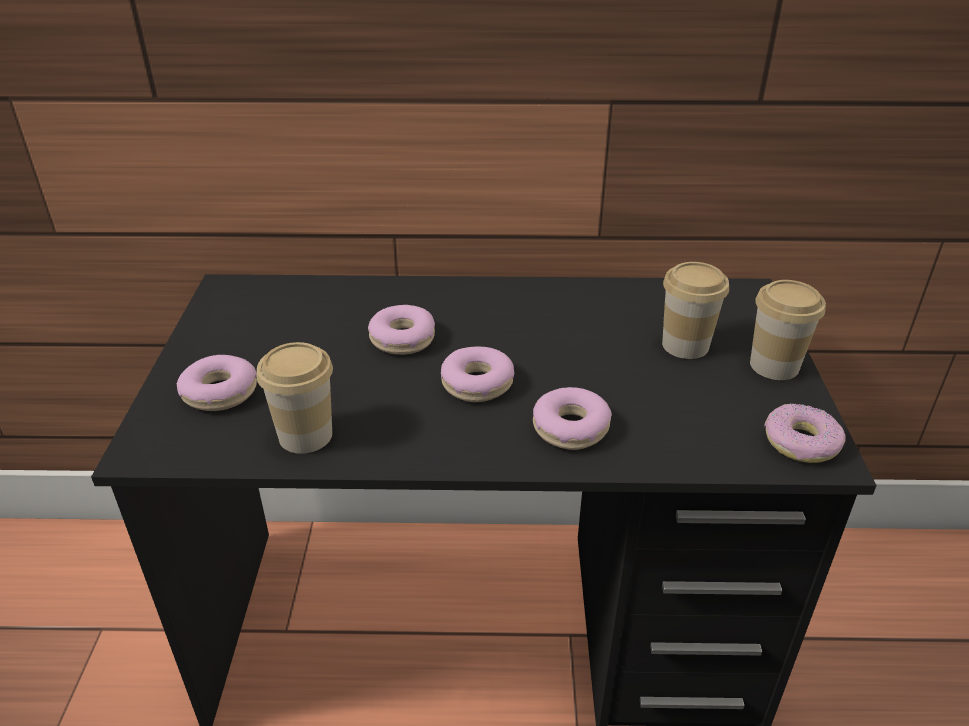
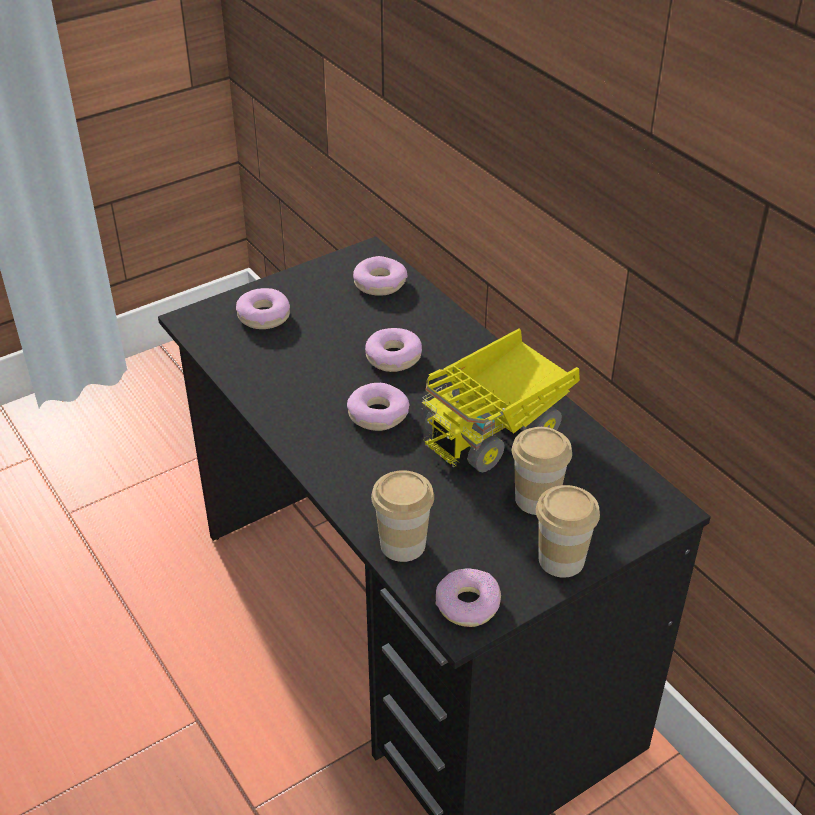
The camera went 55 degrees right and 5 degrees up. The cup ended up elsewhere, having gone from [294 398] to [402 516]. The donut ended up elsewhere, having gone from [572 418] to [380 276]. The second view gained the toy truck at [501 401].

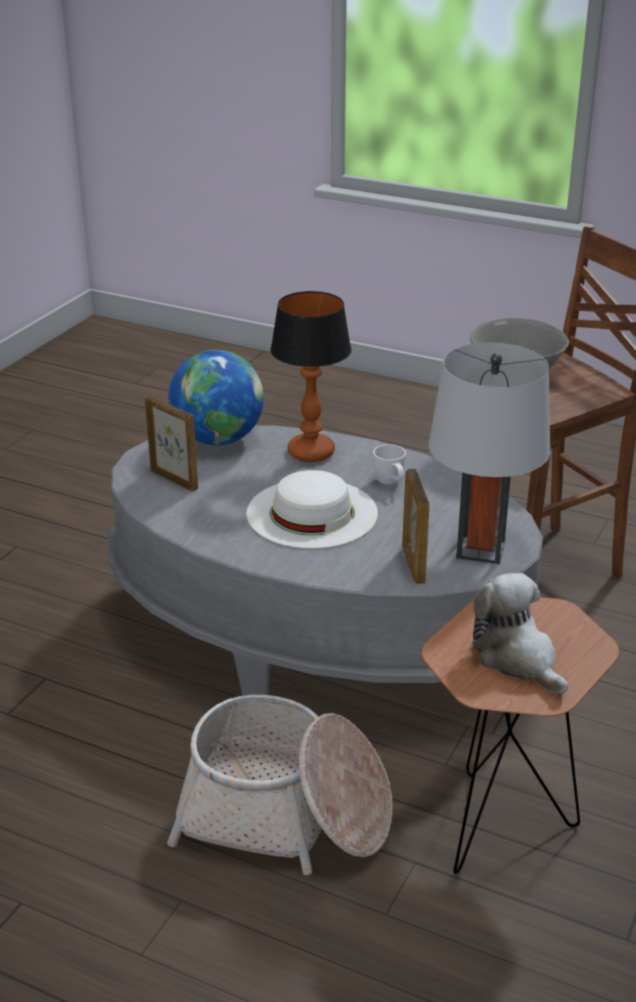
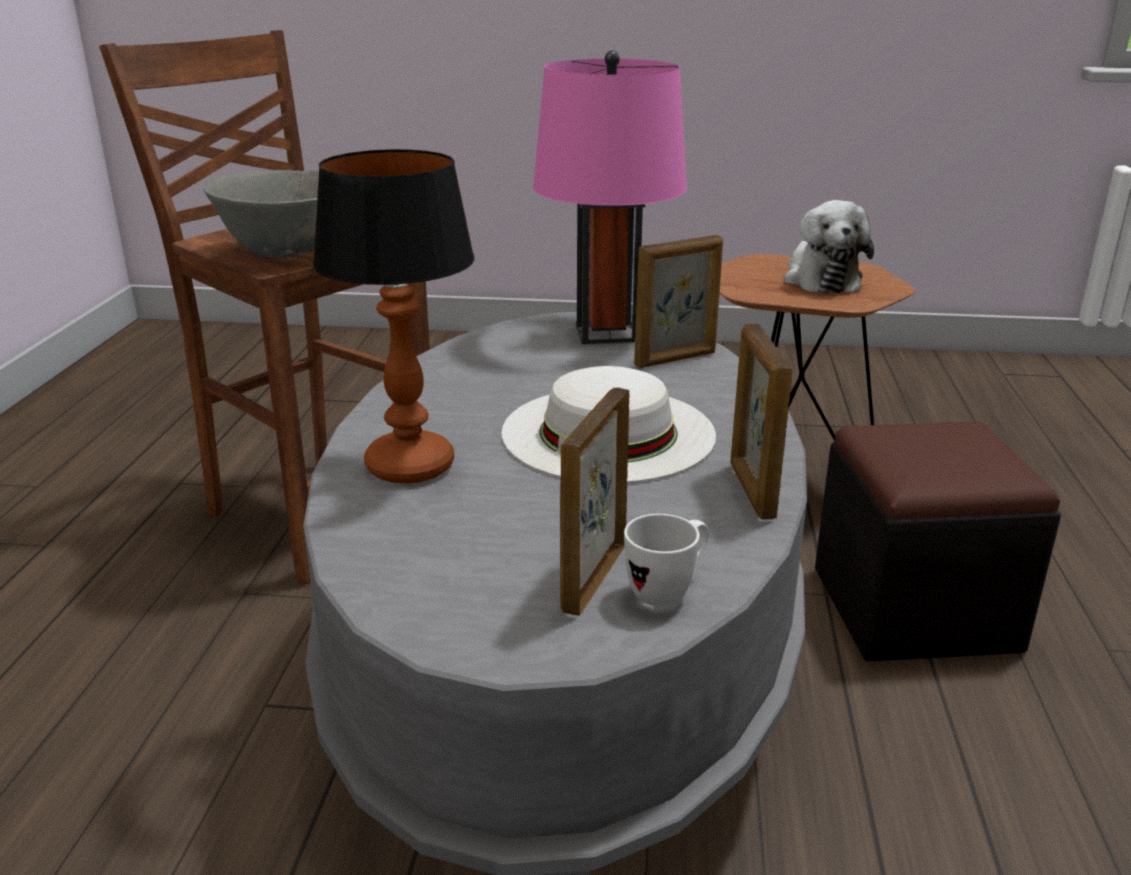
The camera went 110 degrees left and 5 degrees down. What was the grey table lamp at [489 453] turned into the pink table lamp at [610 197]. The second view lost the globe at [216 397]. The white mug ended up elsewhere, having gone from [389 464] to [666 560]. The plush toy at [520 633] ended up facing another way, 45 degrees counterclockwise from before. Where the basket stood at [280 785], the black ottoman came to stand at [938 541]. The second view gained the picture frame at [761 421].

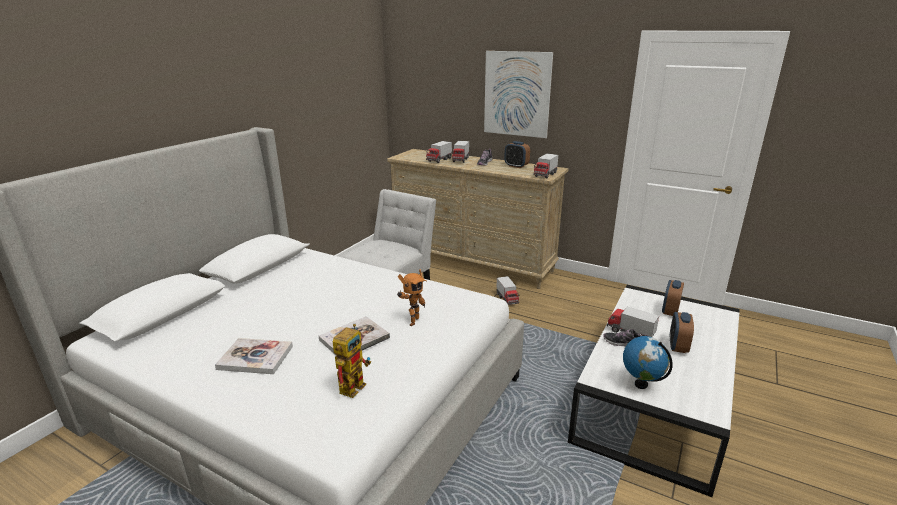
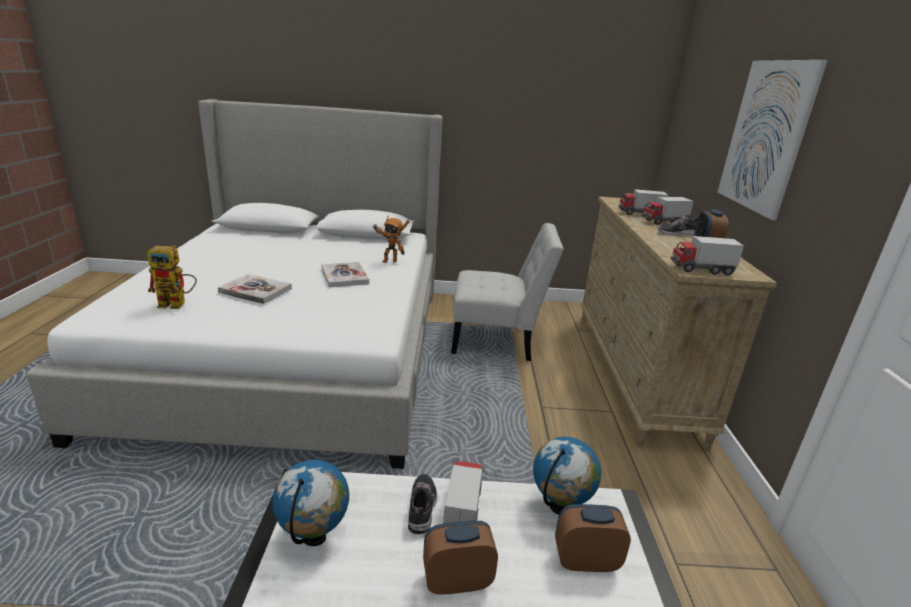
The camera went 60 degrees right and 0 degrees up. The toy robot ended up elsewhere, having gone from [412 297] to [390 239]. The second view lost the toy truck at [508 290]. The book ended up elsewhere, having gone from [254 356] to [345 275]. The second view gained the globe at [567 476].

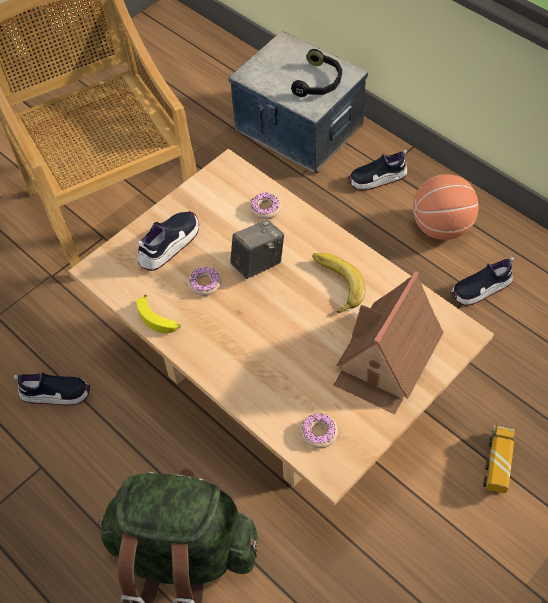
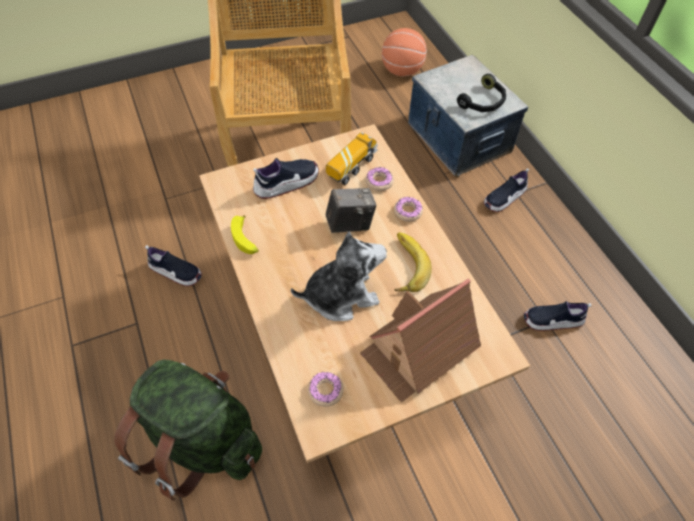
The camera went 20 degrees right and 0 degrees up. The shoe at [378 170] ended up facing another way, 45 degrees counterclockwise from before. The basketball ended up elsewhere, having gone from [446 207] to [404 52]. The donut ended up elsewhere, having gone from [204 281] to [408 209]. The toy truck ended up elsewhere, having gone from [499 458] to [352 158]. The second view gained the plush toy at [339 276].

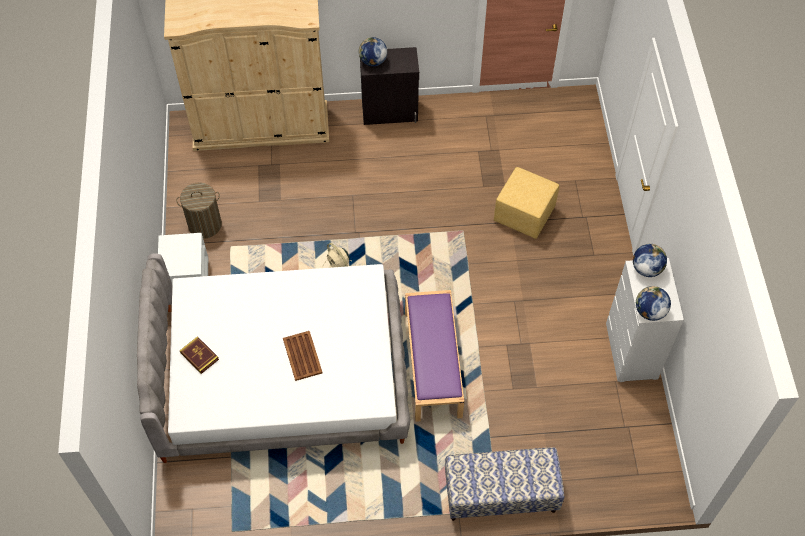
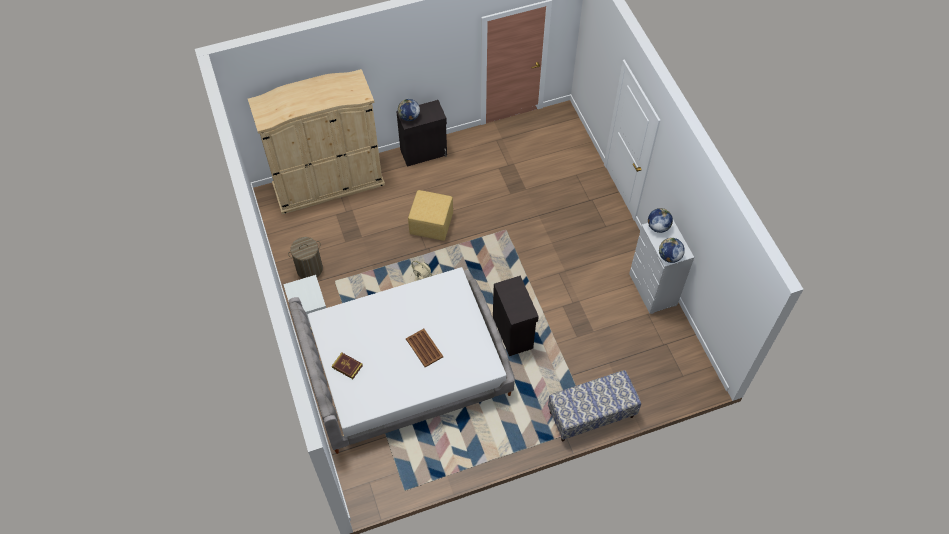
The camera went 15 degrees left and 0 degrees up. The yellow ottoman ended up elsewhere, having gone from [526 203] to [430 215]. Where the purple bench stood at [434 356], the black cabinet came to stand at [516 315].

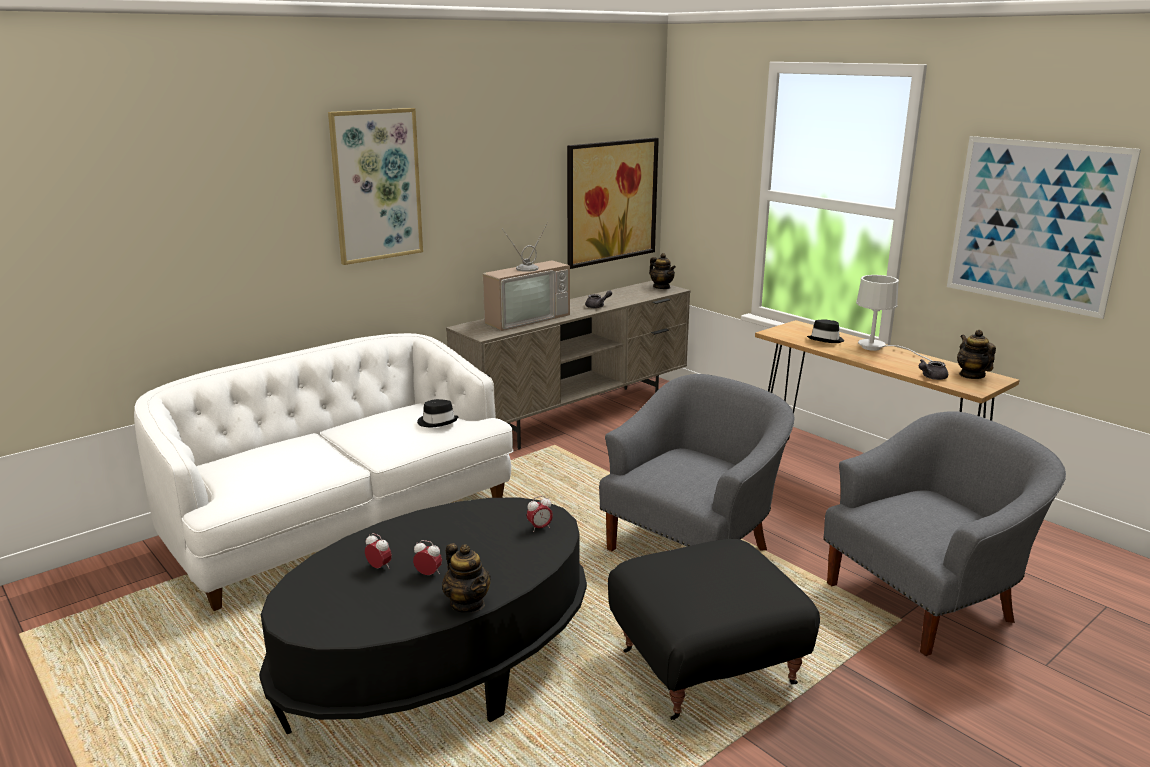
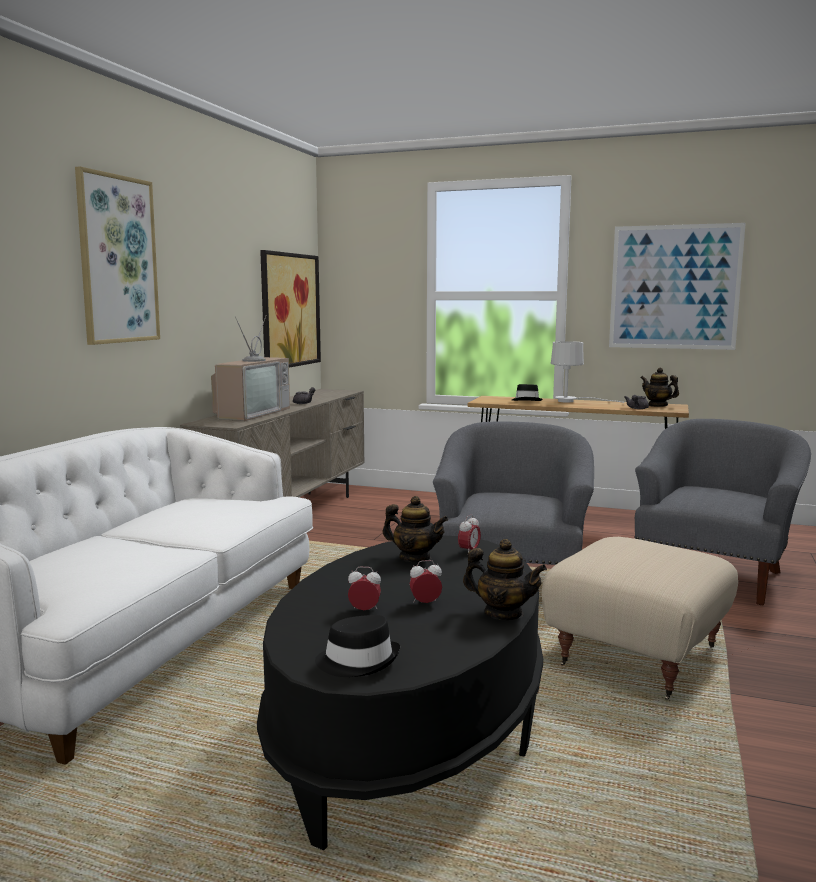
The camera went 30 degrees left and 10 degrees down. The teapot ended up elsewhere, having gone from [662 271] to [415 529]. The black hat ended up elsewhere, having gone from [438 413] to [357 646]. What was the black ottoman at [714 629] turned into the beige ottoman at [640 618].

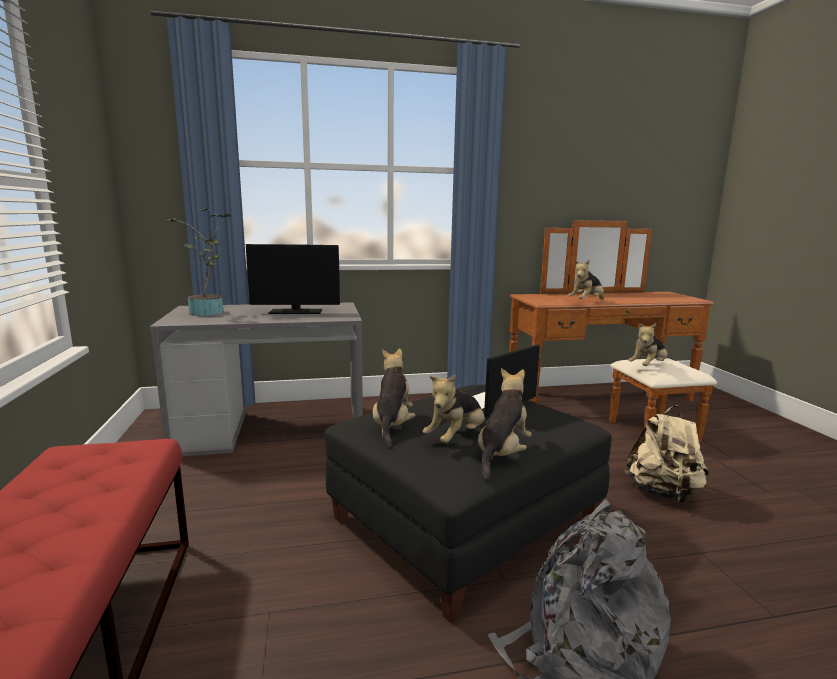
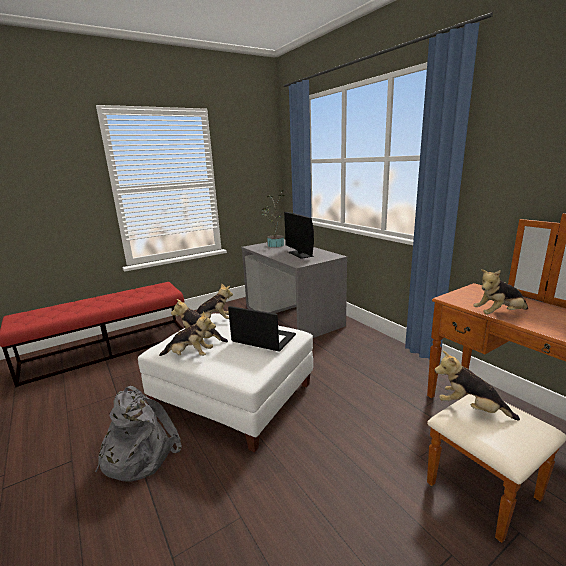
The camera went 70 degrees right and 5 degrees up. The plush toy at [586 279] ended up facing another way, 45 degrees counterclockwise from before. What was the black ottoman at [468 504] turned into the white ottoman at [225 382]. The second view lost the beige backpack at [666 454].

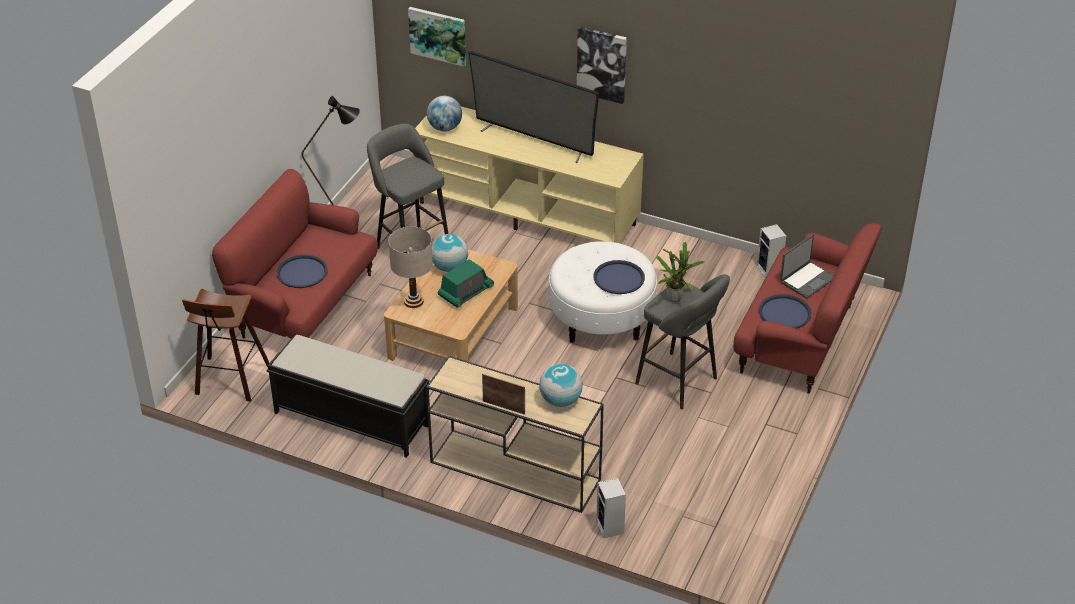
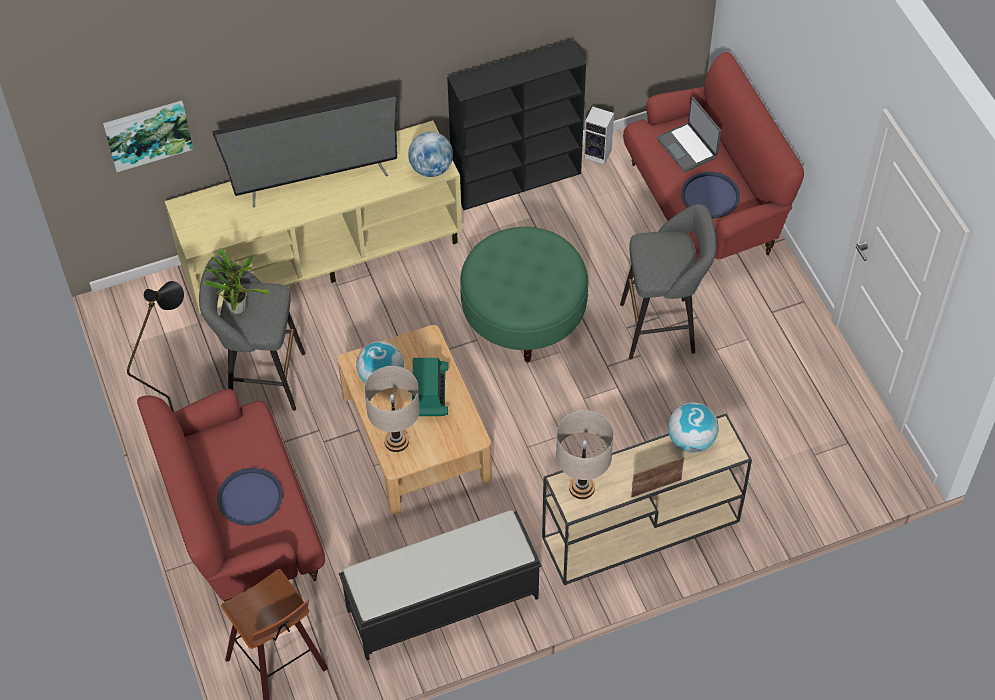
The camera went 45 degrees left and 15 degrees up. The second view lost the picture at [602 65]. The globe ended up elsewhere, having gone from [444 113] to [430 154]. The laptop at [807 267] ended up facing another way, 150 degrees clockwise from before. What was the white ottoman at [603 292] turned into the green ottoman at [524 294]. The potted plant ended up elsewhere, having gone from [680 272] to [236 281]. The second view lost the blue tray at [619 277]. The second view lost the speaker at [611 508]. The second view gained the black bookcase at [516 125]. The second view gained the beige table lamp at [585 454].

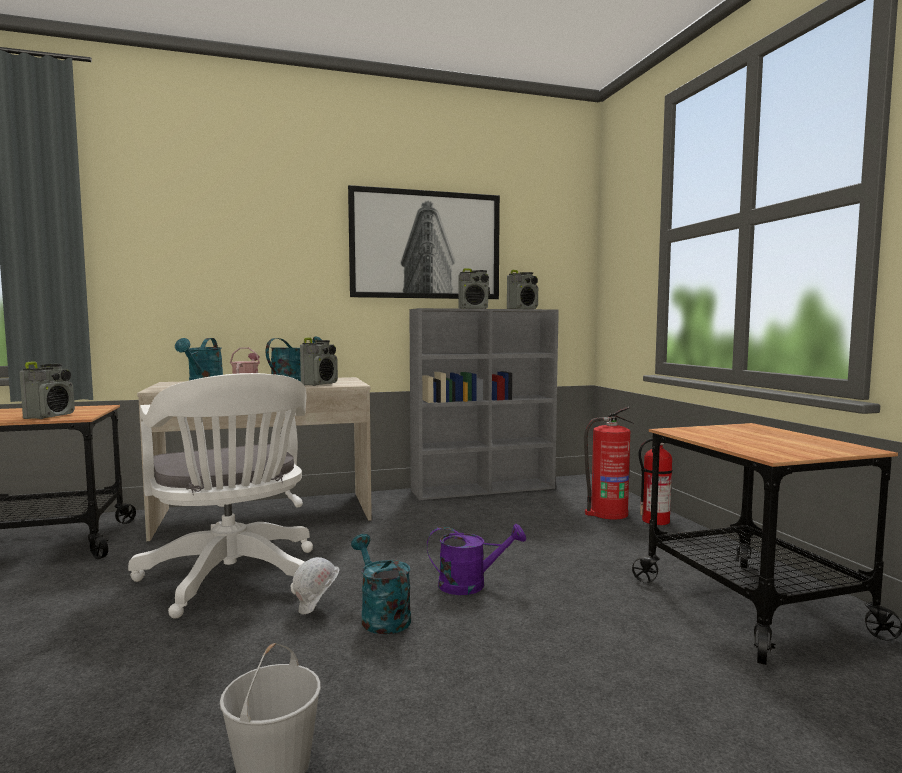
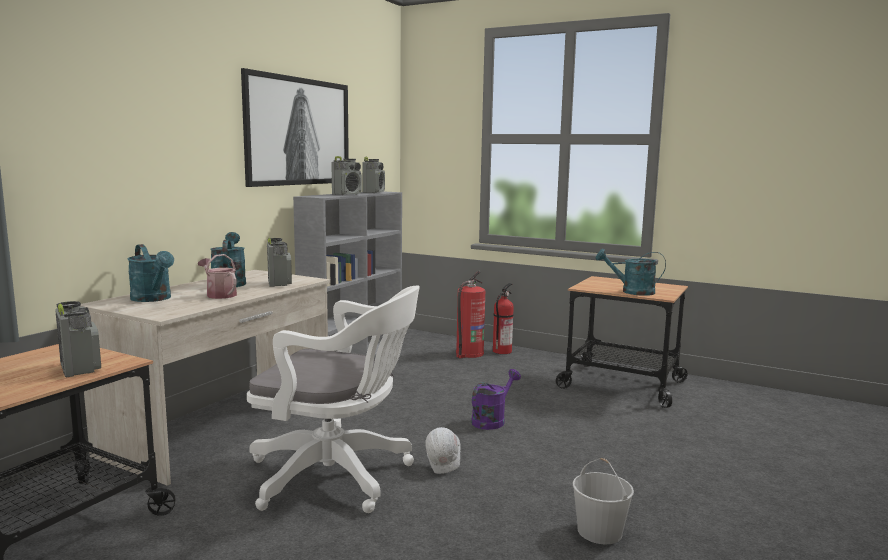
The camera went 45 degrees left and 5 degrees up. The turquoise watering can ended up elsewhere, having gone from [381 584] to [631 272].

